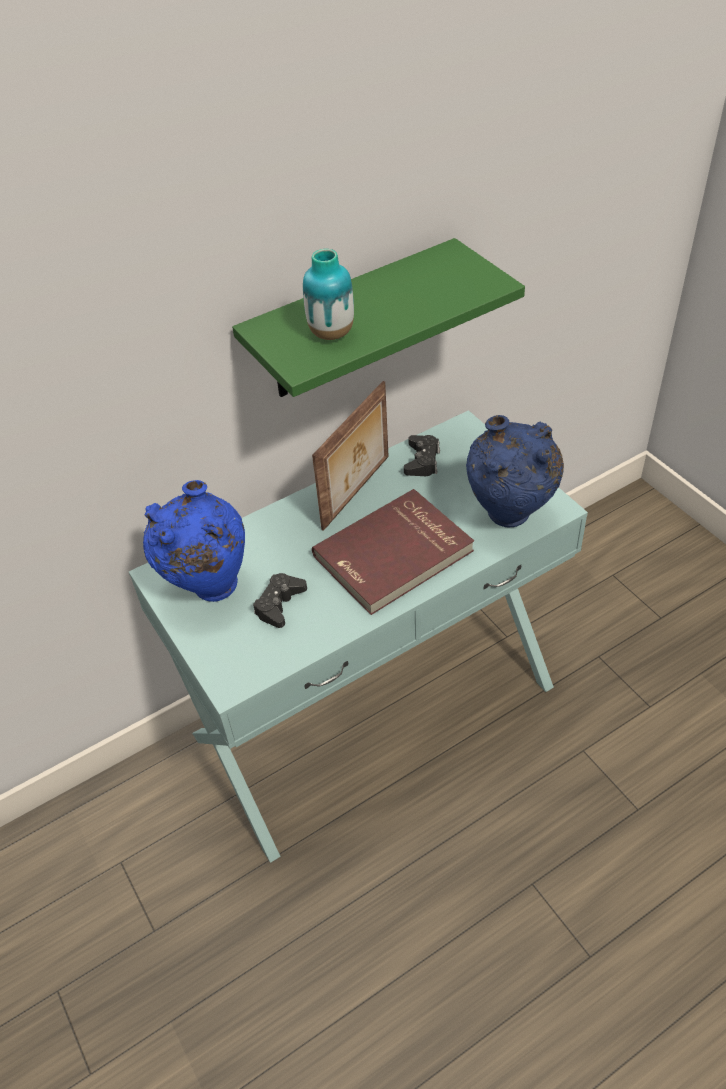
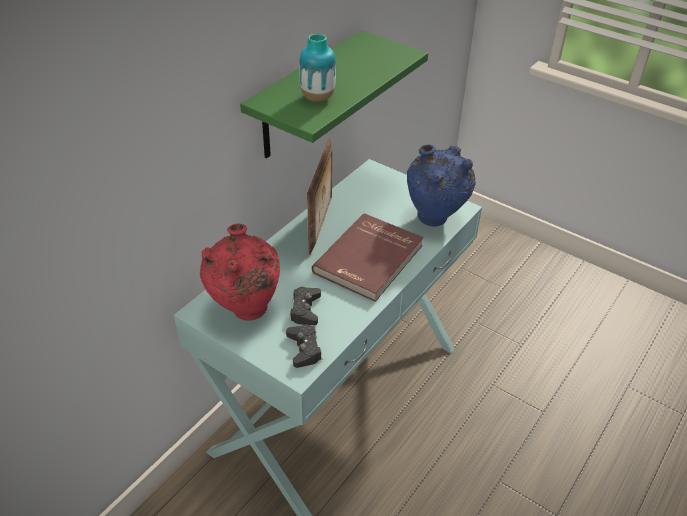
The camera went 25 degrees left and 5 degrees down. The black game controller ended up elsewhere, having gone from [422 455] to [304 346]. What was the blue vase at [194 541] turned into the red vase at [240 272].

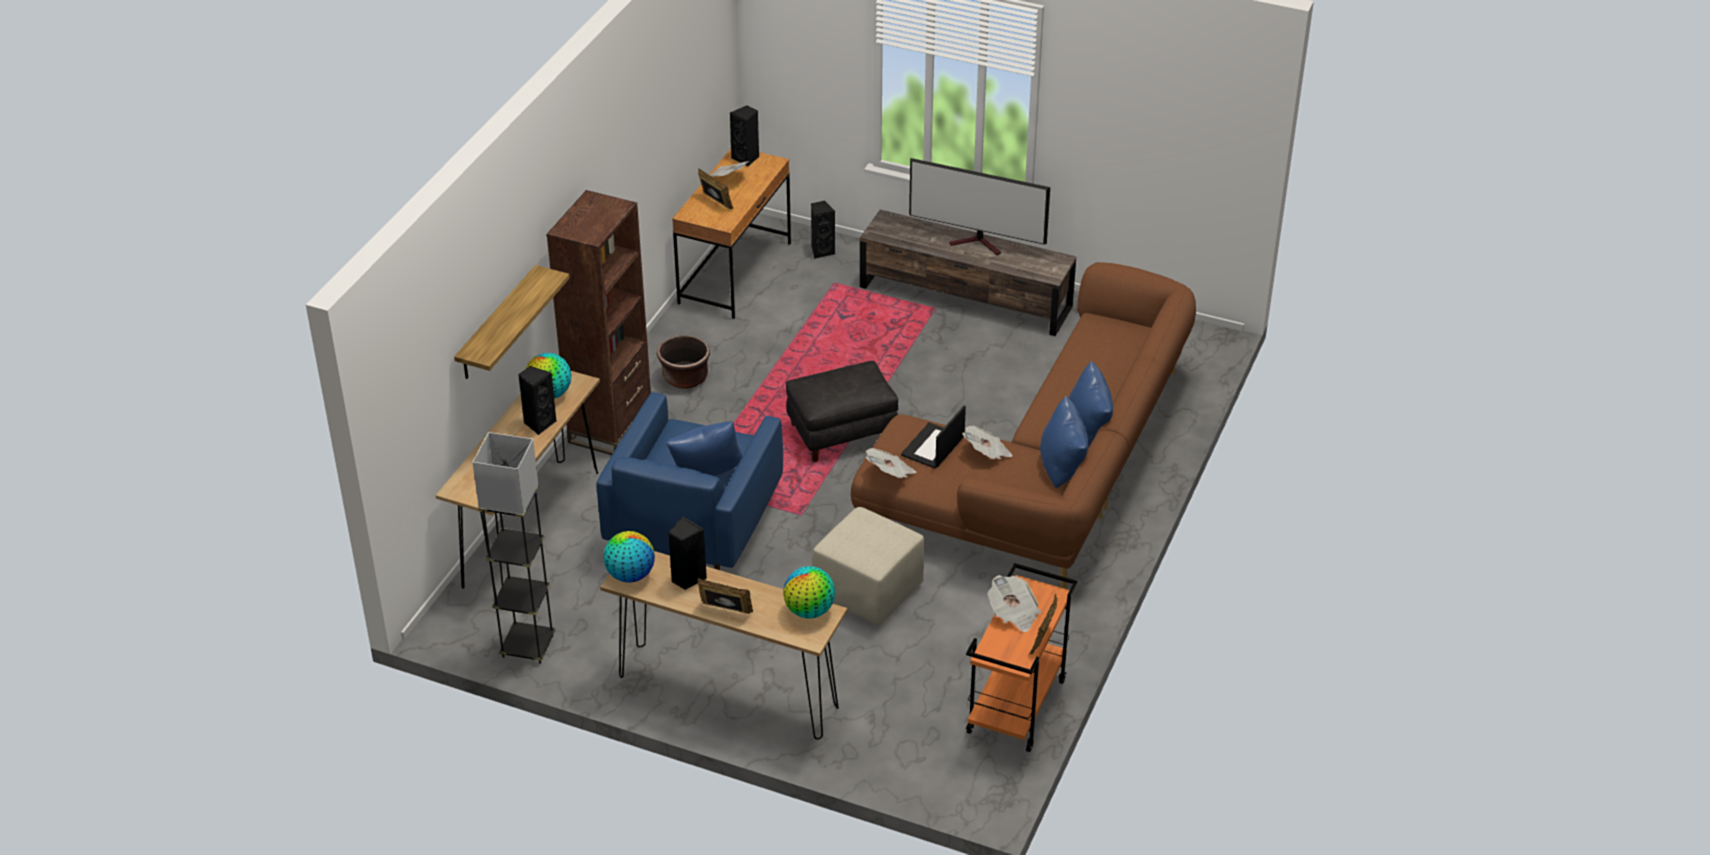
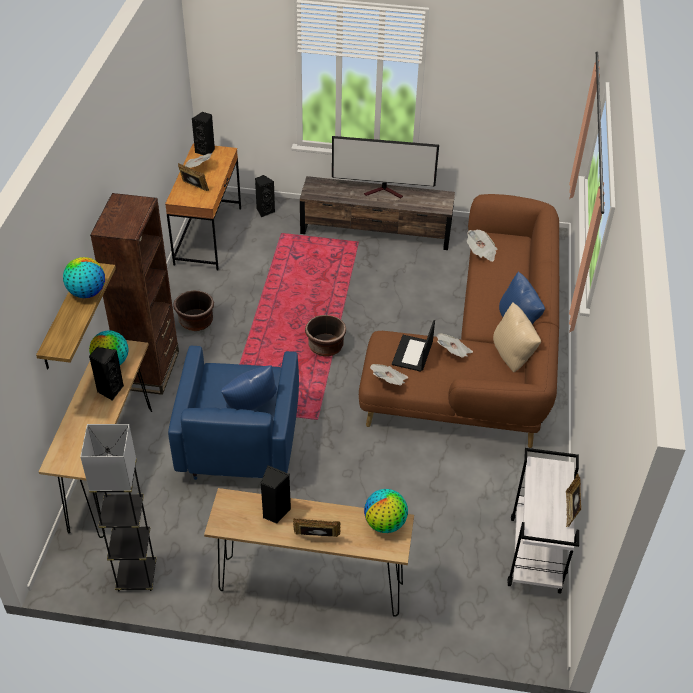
The camera went 15 degrees left and 5 degrees up. Where the black ottoman stood at [842 411], the brown planter came to stand at [325 335]. What was the blue pillow at [1064 442] turned into the beige pillow at [517 337]. The second view lost the beige ottoman at [869 566]. The globe ended up elsewhere, having gone from [629 557] to [84 277]. What was the orange cart at [1021 657] turned into the white cart at [543 521]. The newspaper ended up elsewhere, having gone from [1014 603] to [482 246].

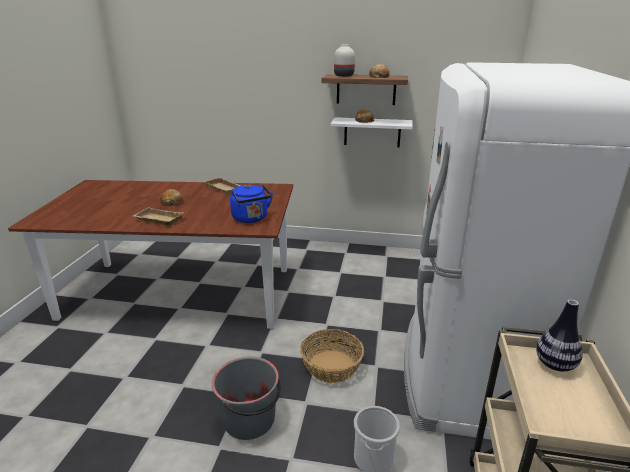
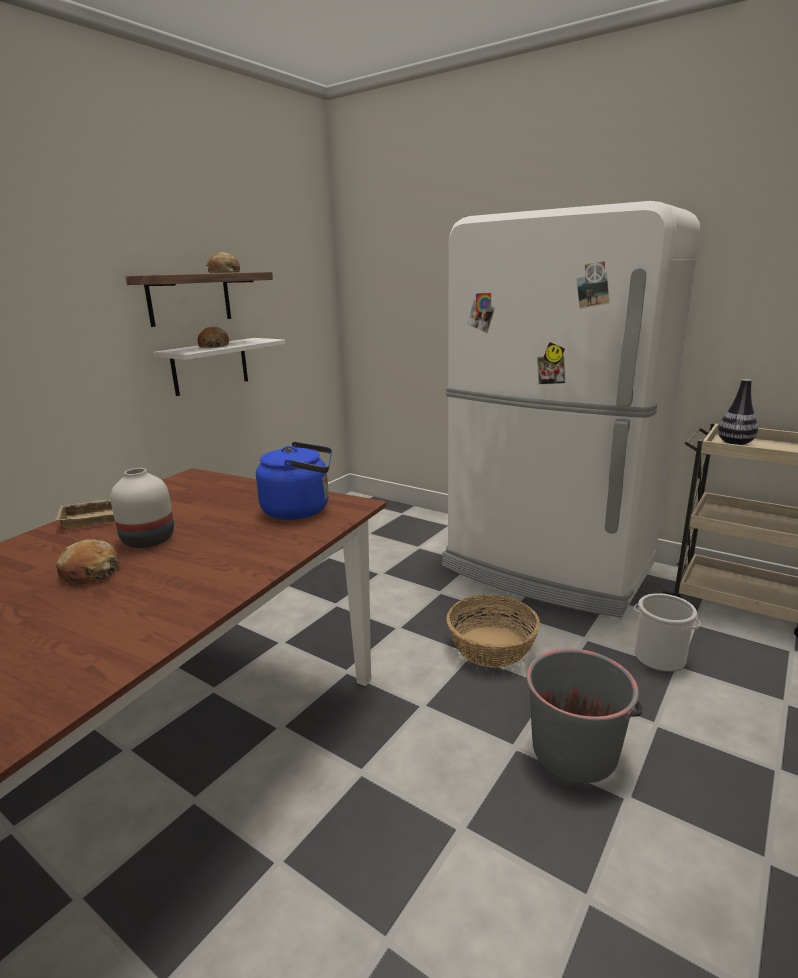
The camera went 65 degrees left and 5 degrees down. The white vase ended up elsewhere, having gone from [344 60] to [142 508]. The second view lost the beige tray at [158 216].

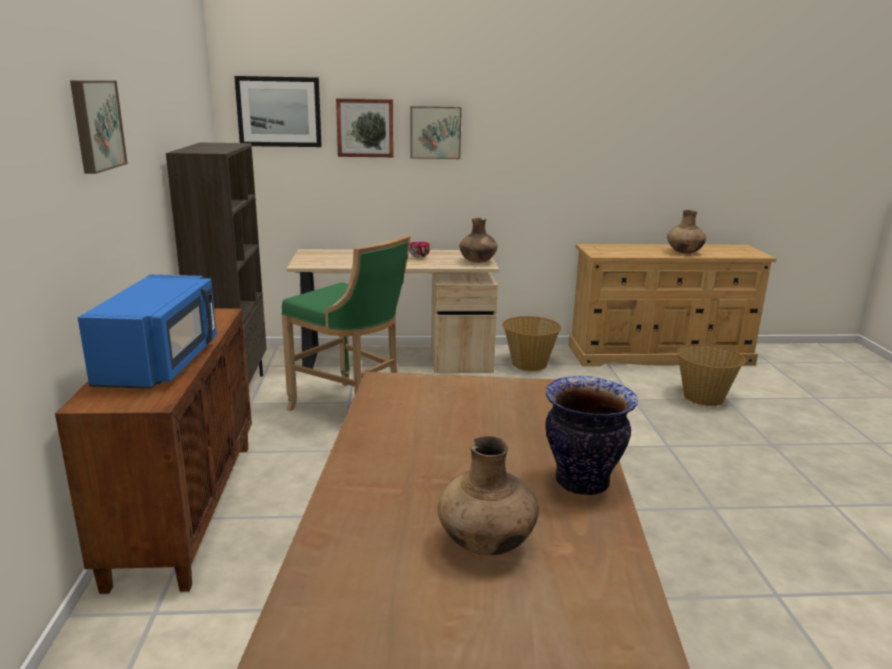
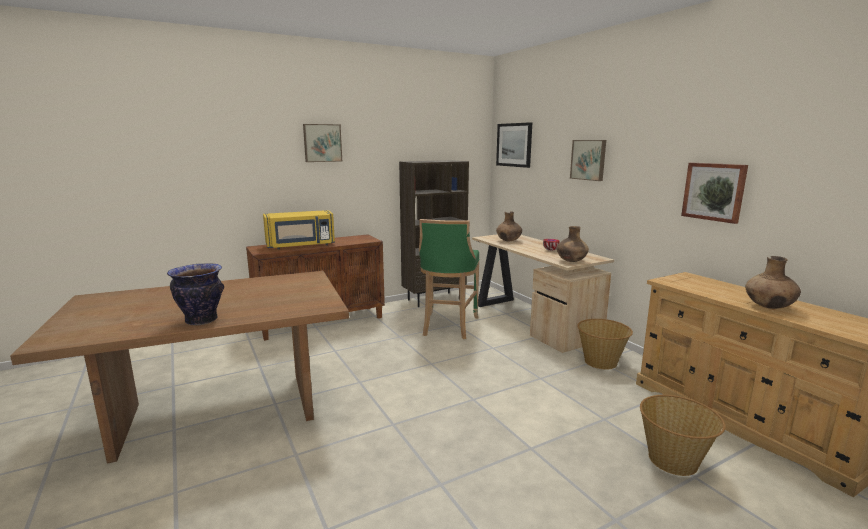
The camera went 65 degrees right and 5 degrees down. The picture ended up elsewhere, having gone from [364 127] to [714 193]. What was the blue microwave at [147 331] turned into the yellow microwave at [299 229]. The brown vase ended up elsewhere, having gone from [488 495] to [509 226].

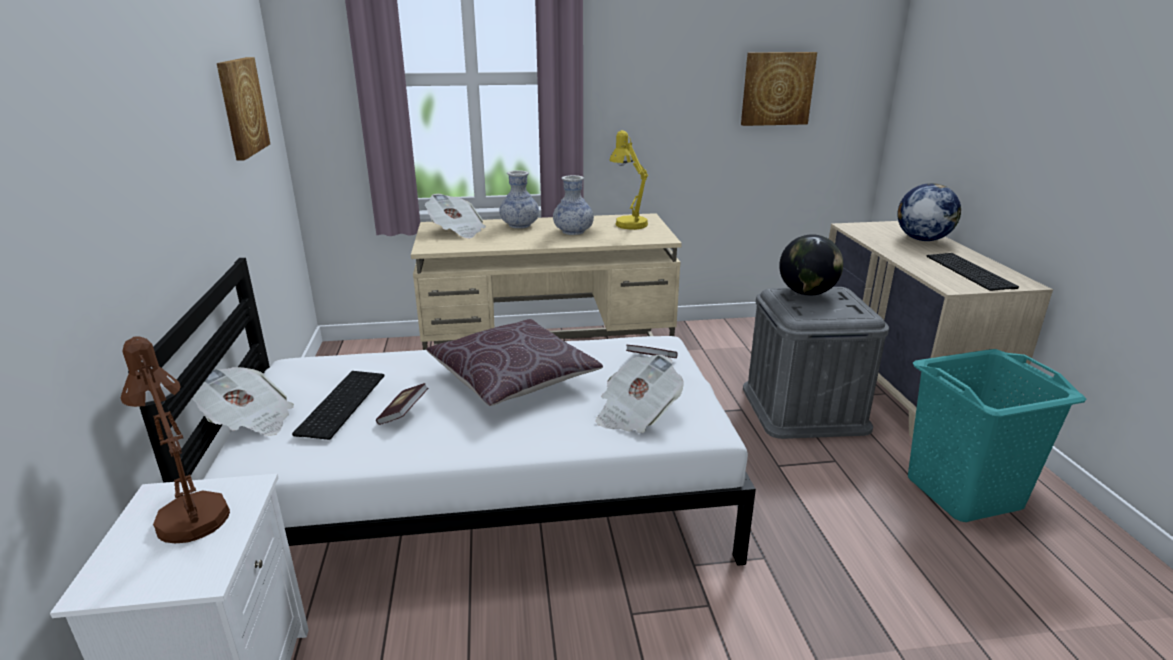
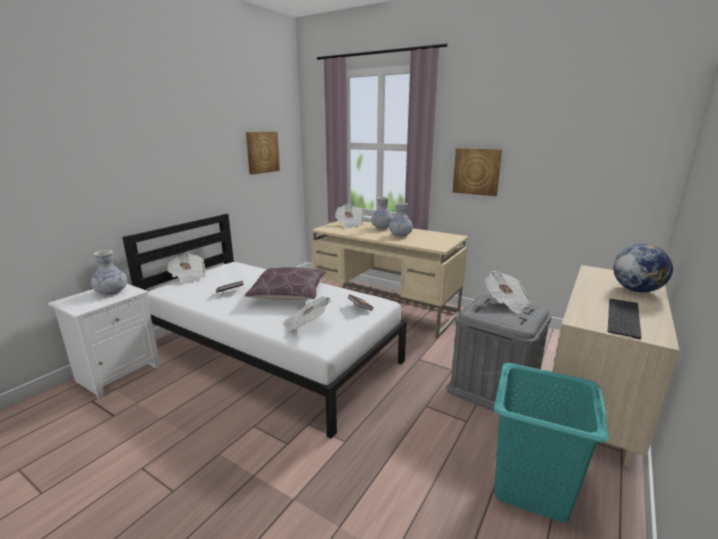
The camera went 40 degrees right and 5 degrees down. The picture ended up elsewhere, having gone from [779 89] to [477 172]. The second view lost the yellow table lamp at [629 180]. Where the globe stood at [811 265], the newspaper came to stand at [508 292]. Where the brown table lamp stood at [175 439], the vase came to stand at [109 273]. The second view lost the keyboard at [338 405].

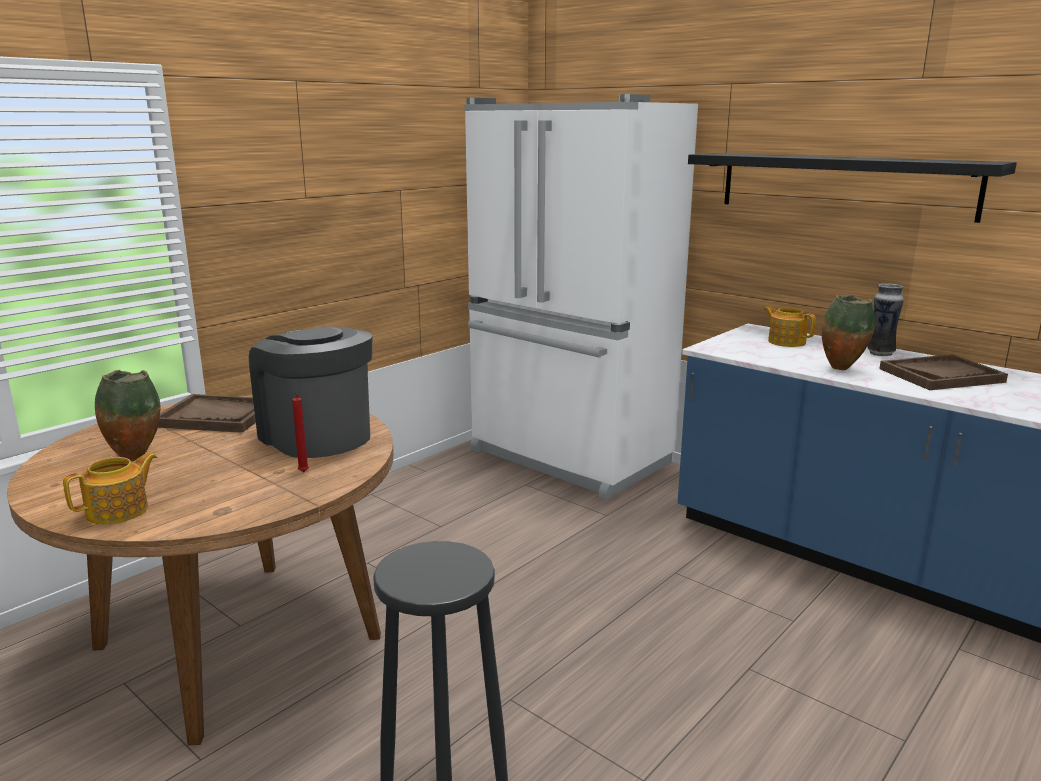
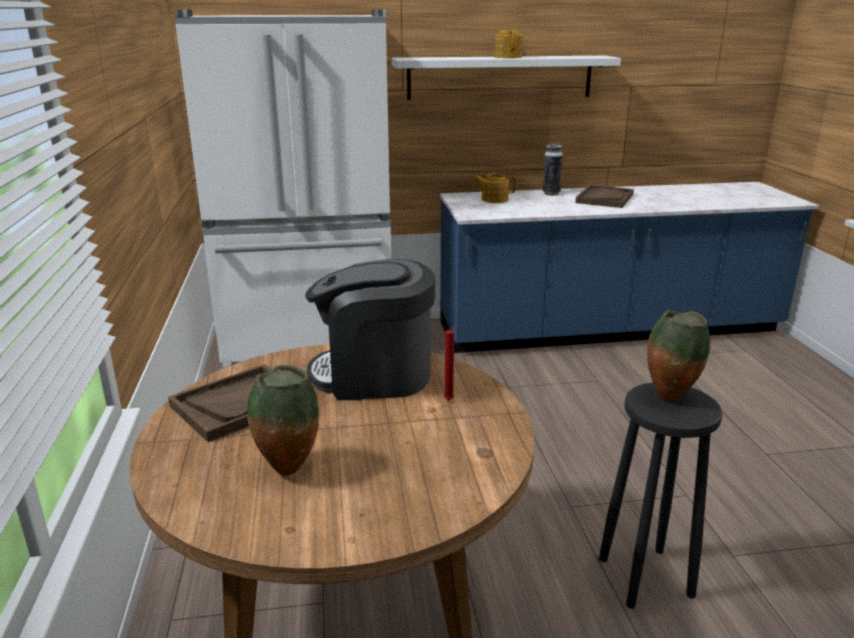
The camera went 50 degrees left and 5 degrees up. What was the black shelf at [852 188] turned into the white shelf at [506 78]. The vase ended up elsewhere, having gone from [848 332] to [678 355]. The teapot ended up elsewhere, having gone from [110 488] to [508 44].

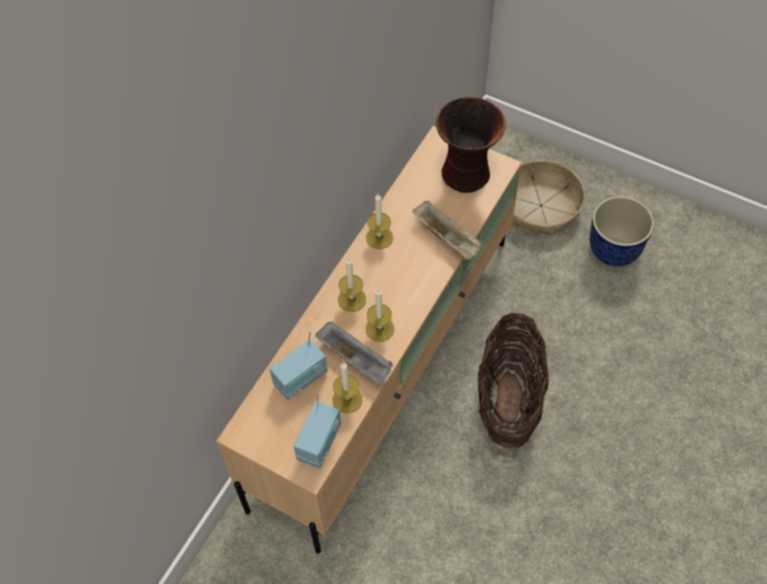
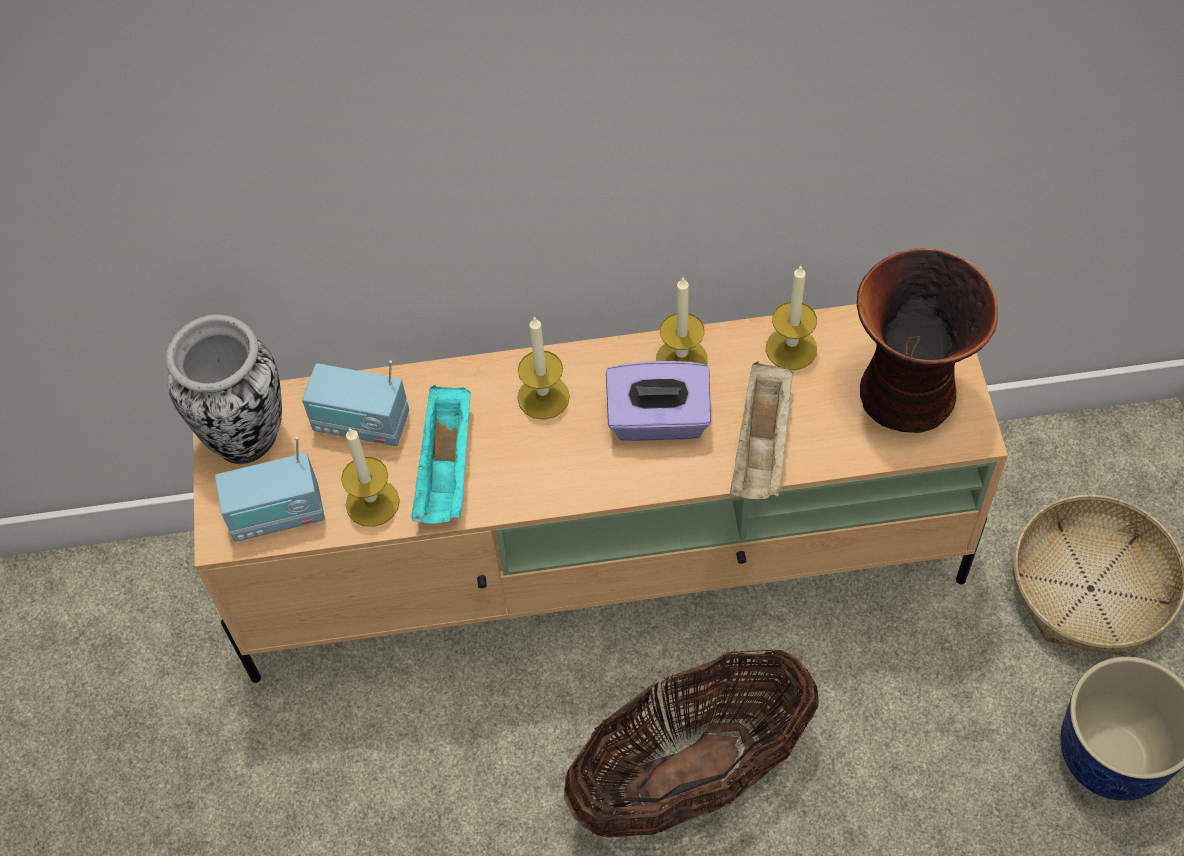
The camera went 55 degrees right and 0 degrees up. The candle ended up elsewhere, having gone from [380 315] to [791 317]. What was the grey tray at [354 353] turned into the turquoise tray at [441 454]. The second view gained the vase at [224 389]. The second view gained the purple tissue box at [658 401].

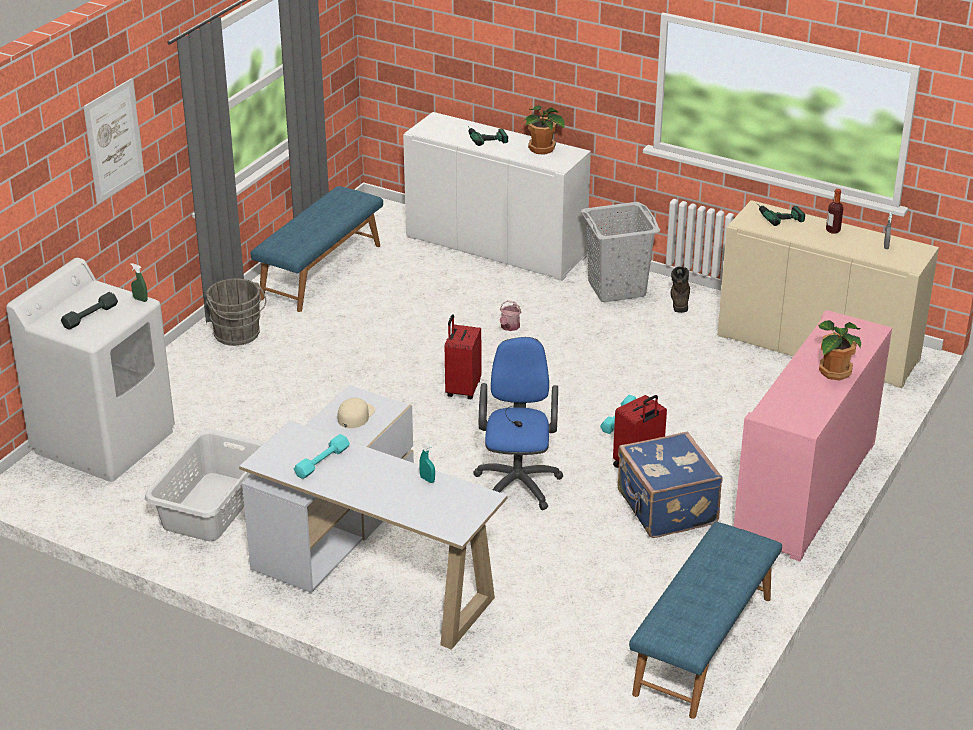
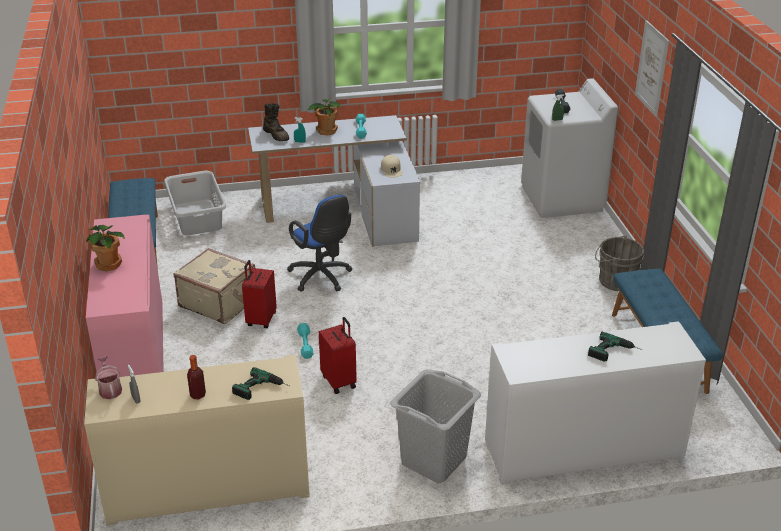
The camera went 140 degrees right and 0 degrees up. The potted plant ended up elsewhere, having gone from [544 130] to [323 117]. The brown boot ended up elsewhere, having gone from [680 289] to [276 122]. The watering can ended up elsewhere, having gone from [510 315] to [108 378]. The red suitcase ended up elsewhere, having gone from [463 357] to [338 355]. The grey laundry basket ended up elsewhere, having gone from [205 485] to [195 203]. What was the blue suitcase at [670 484] turned into the beige suitcase at [214 286].

